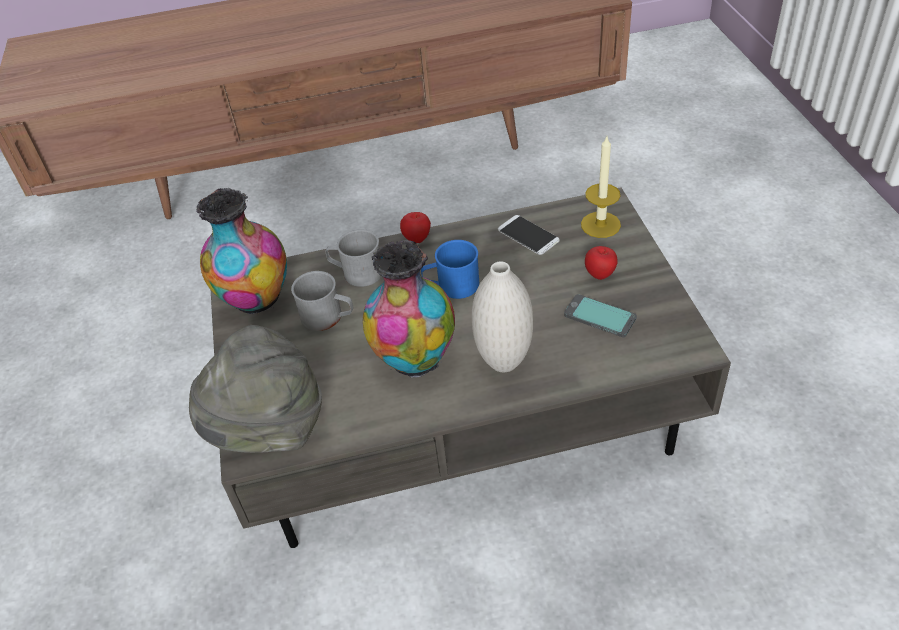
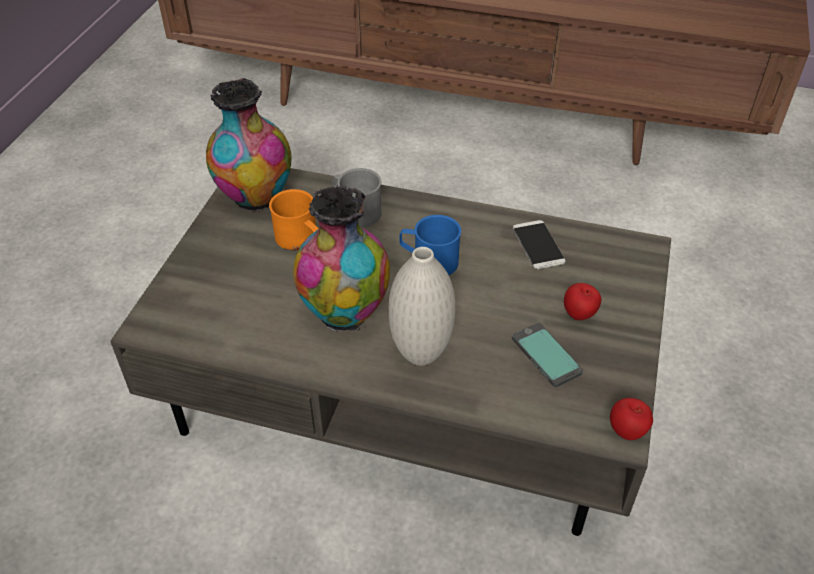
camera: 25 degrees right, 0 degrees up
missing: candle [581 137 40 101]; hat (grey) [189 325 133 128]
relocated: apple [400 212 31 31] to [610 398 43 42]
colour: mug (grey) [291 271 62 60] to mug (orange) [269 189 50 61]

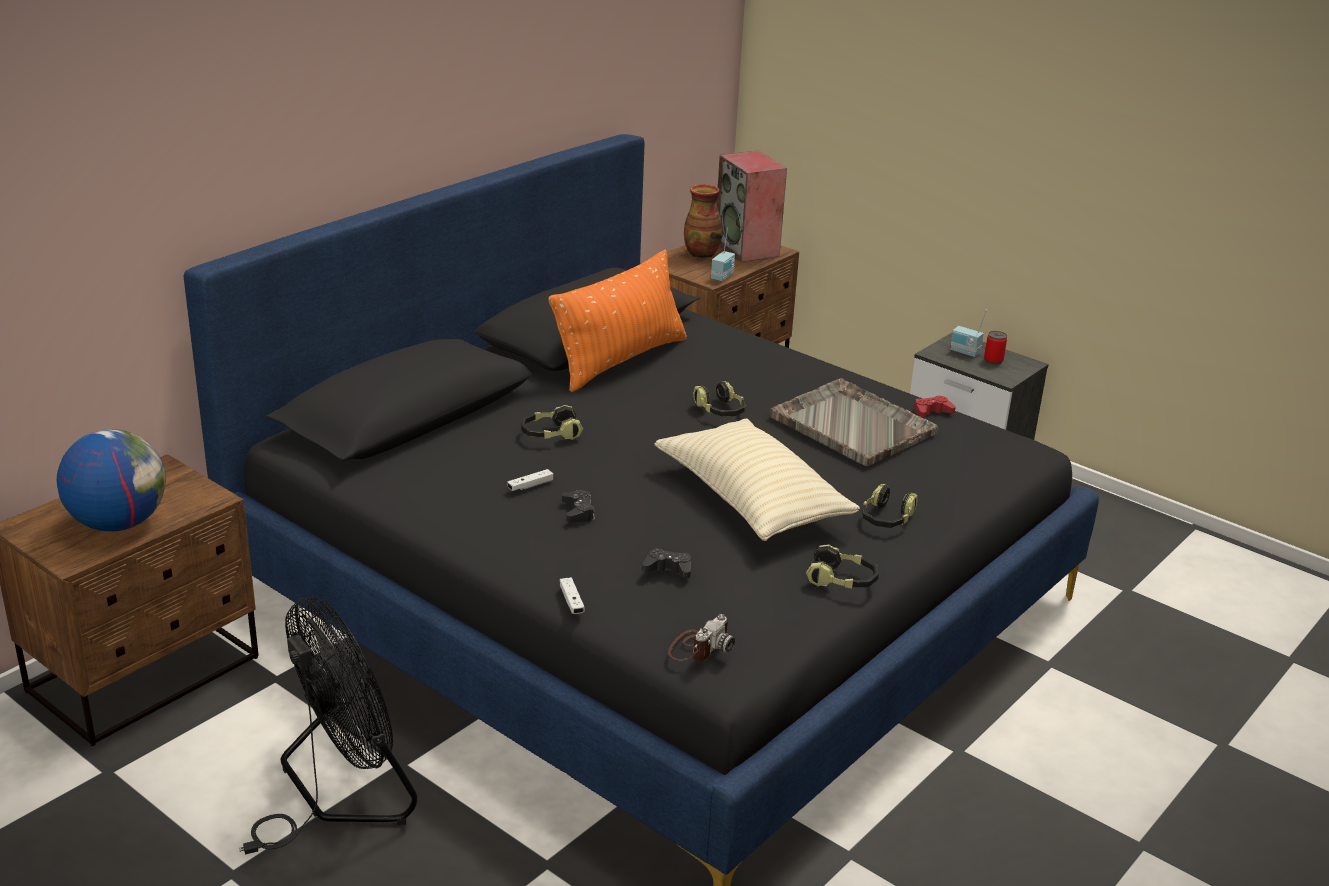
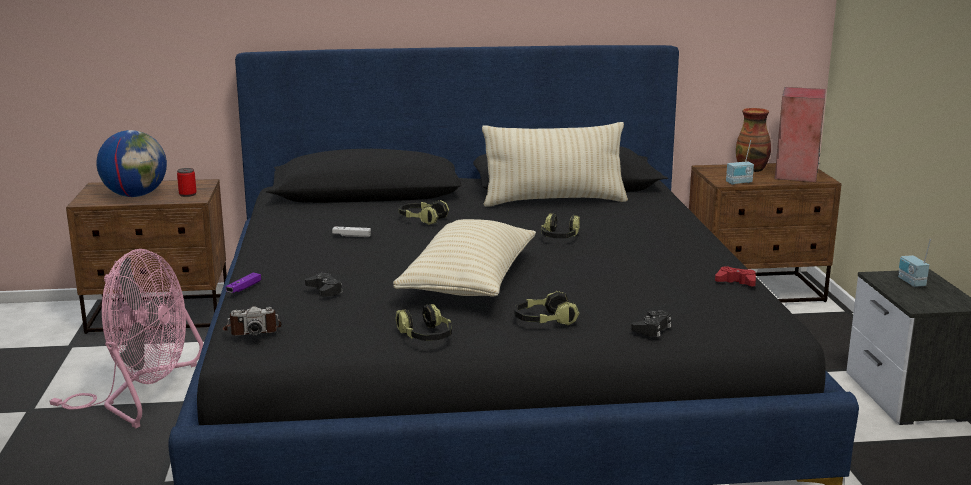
camera: 45 degrees right, 10 degrees down
missing: tray (grey) [770 378 168 88]
relocated: can [984 331 23 33] to [177 168 20 29]; game controller (black) [562 490 33 32] to [631 310 40 27]
colour: pillow (orange) [549 249 138 143] to pillow (beige) [482 122 146 85]; game controller (white) [560 577 25 37] to game controller (purple) [226 273 35 20]; fan (black) [239 598 178 256] to fan (pink) [49 249 154 179]

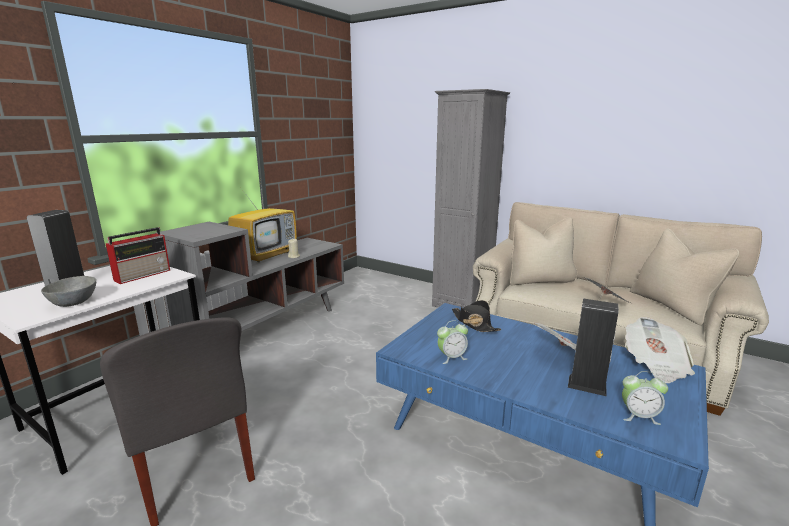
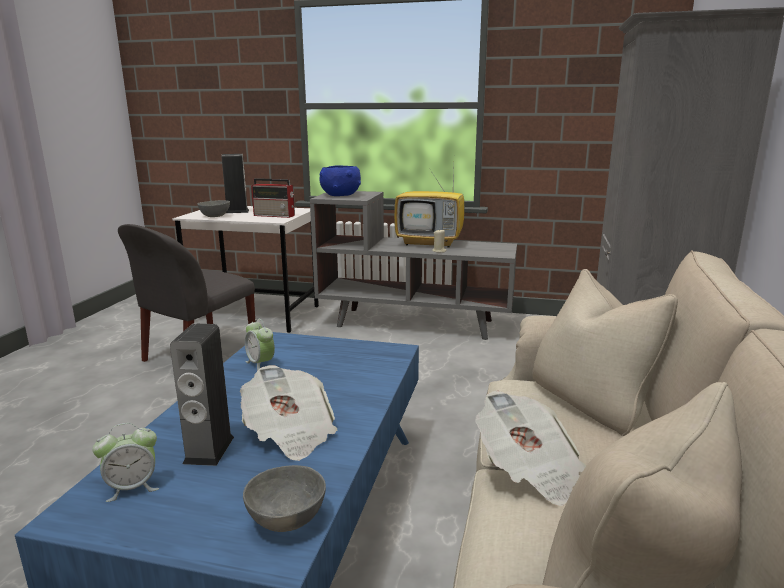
camera: 70 degrees right, 0 degrees up
missing: hat (black) [452 300 49 32]
appeared: bowl (blue) [319 165 42 31]
exchanged: newspaper [625 317 70 66] to bowl (grey) [243 465 83 67]
spun: alarm clock [622 371 46 54] = [92 423 67 79] 105 degrees counterclockwise

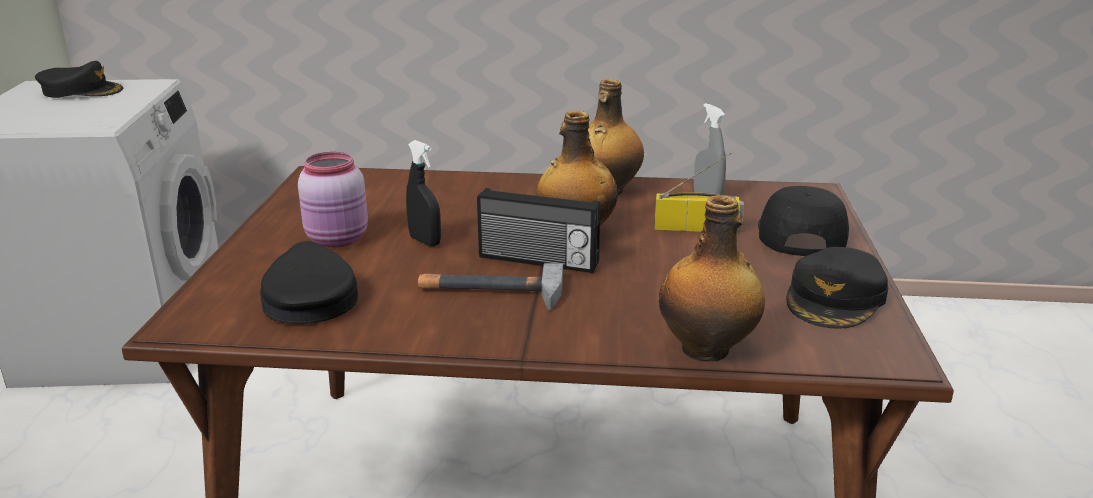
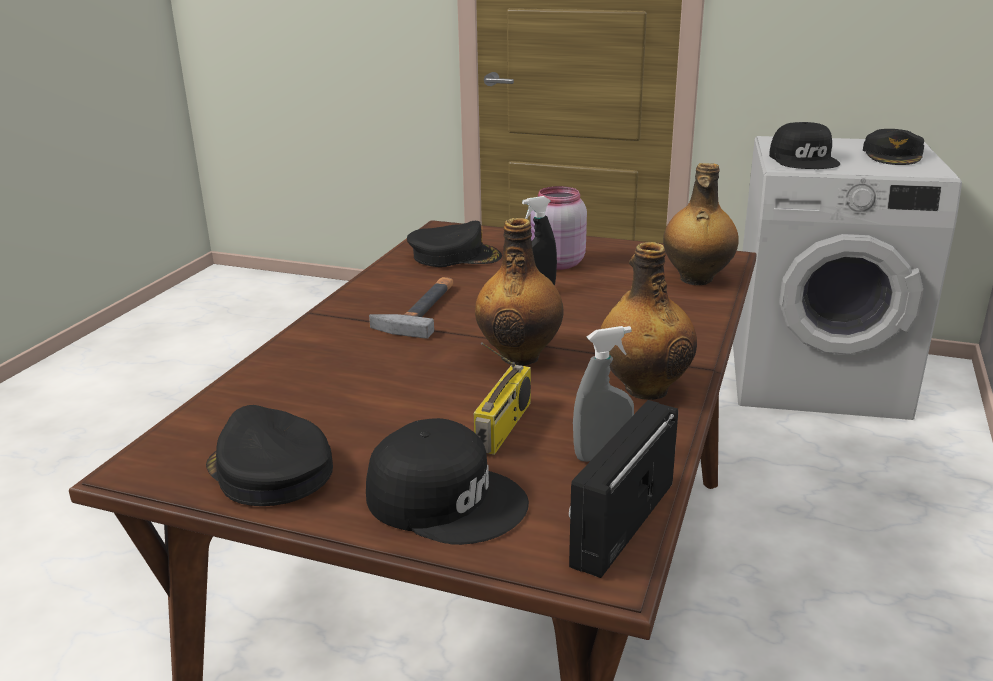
camera: 105 degrees right, 0 degrees up
appeared: cap (black) [769 122 71 47]
relocated: radio [477 188 124 85] to [569 400 109 178]; bottle [659 195 106 167] to [663 163 76 122]

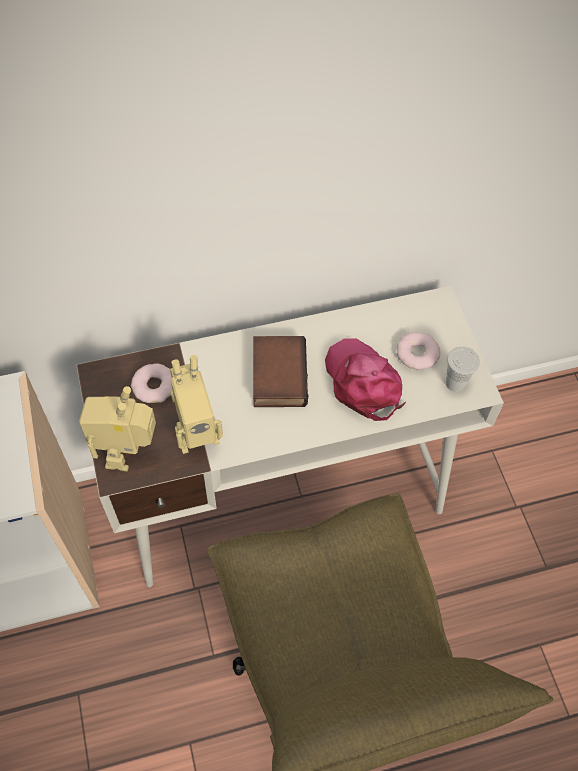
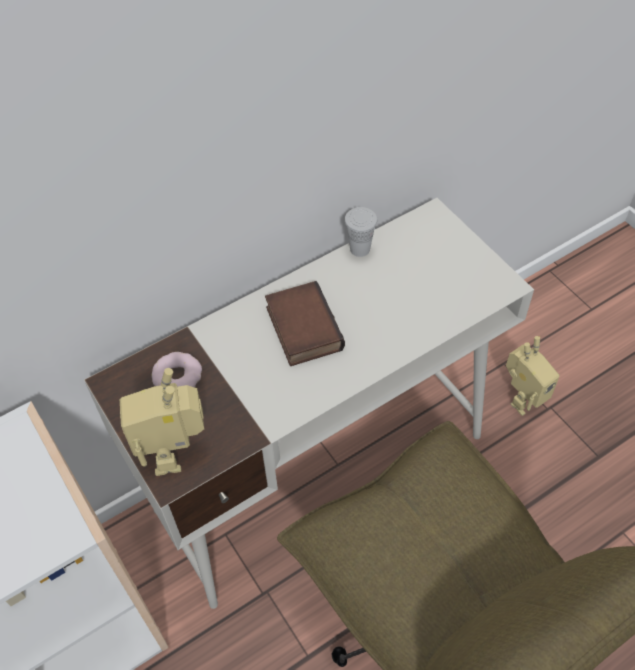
camera: 15 degrees left, 5 degrees down
missing: donut [397 332 43 38]; cap (pink) [325 338 82 83]
relocated: cup (white) [446 347 34 45] to [345 207 32 50]; toy robot [170 355 53 99] to [506 336 53 80]

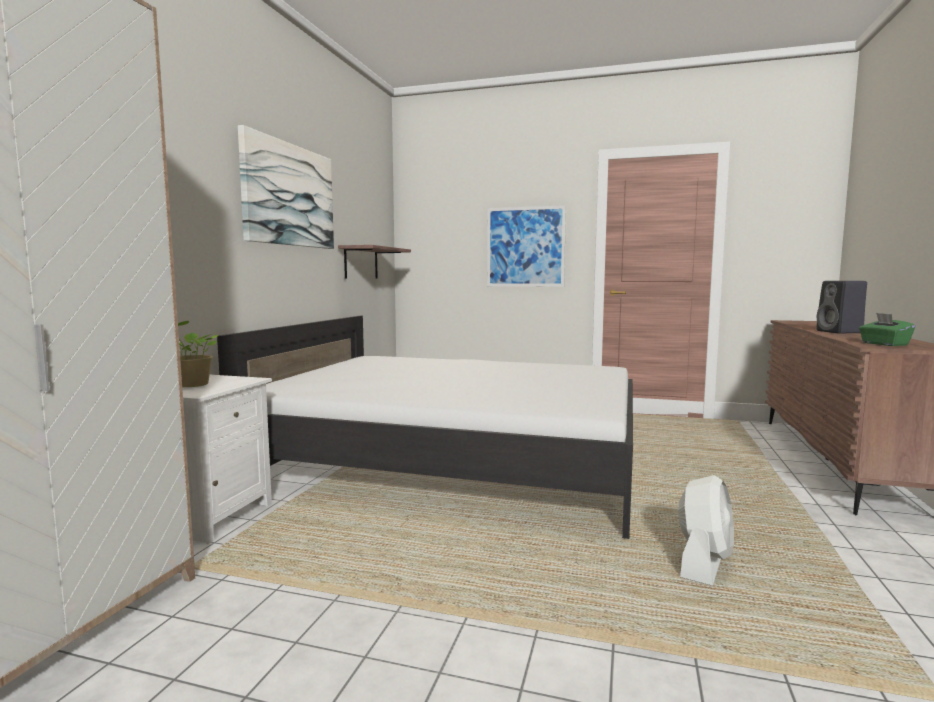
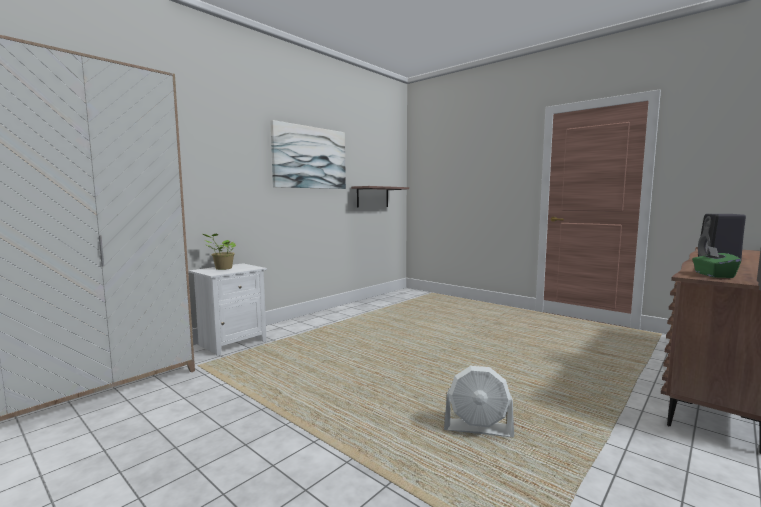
camera: 25 degrees right, 0 degrees up
missing: picture [487 205 79 82]; bed (white) [217 316 416 223]
spun: fan (white) [678 475 56 111] = [444 366 70 72] 45 degrees clockwise

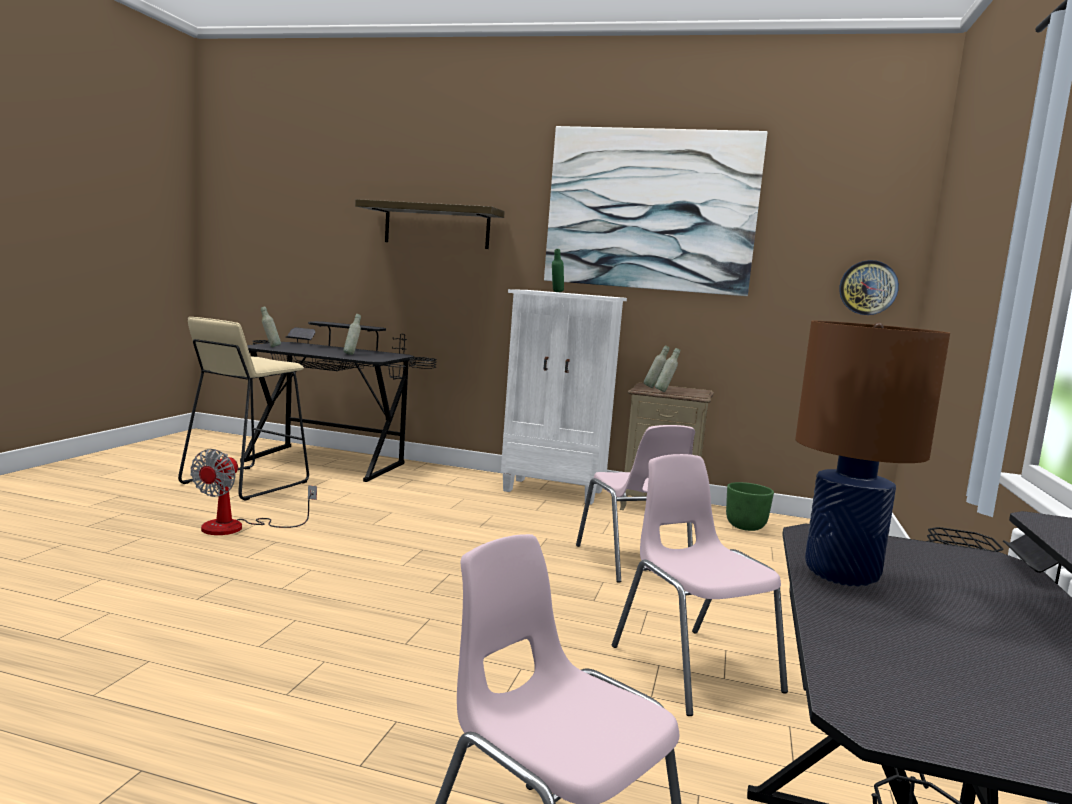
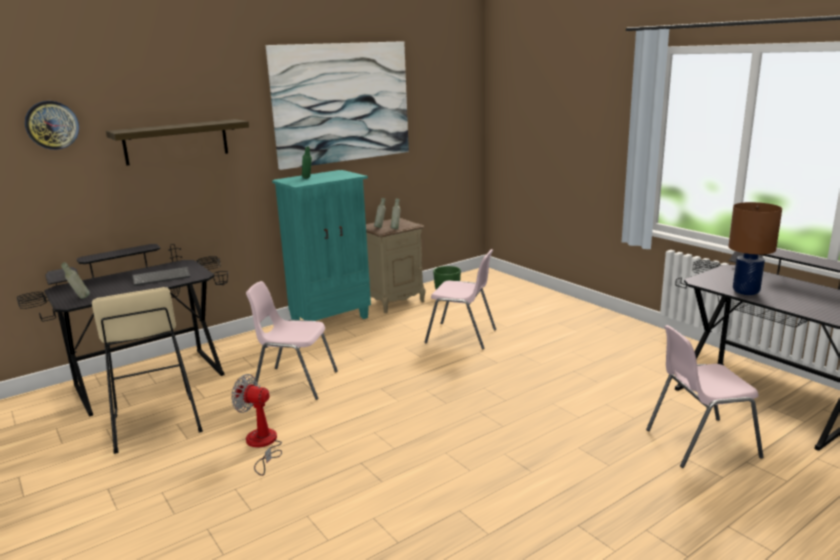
camera: 50 degrees left, 10 degrees up
relocated: wall clock [839 260 60 55] to [25 101 54 49]; chair (pink) [612 454 176 262] to [246 281 92 119]
exchanged: bottle (grey) [343 314 18 41] to keyboard [133 267 57 19]
colour: cabinet (white) [501 289 126 216] to cabinet (turquoise) [272 170 99 151]
spun: fan [190 449 127 86] = [231 374 51 102] 150 degrees clockwise

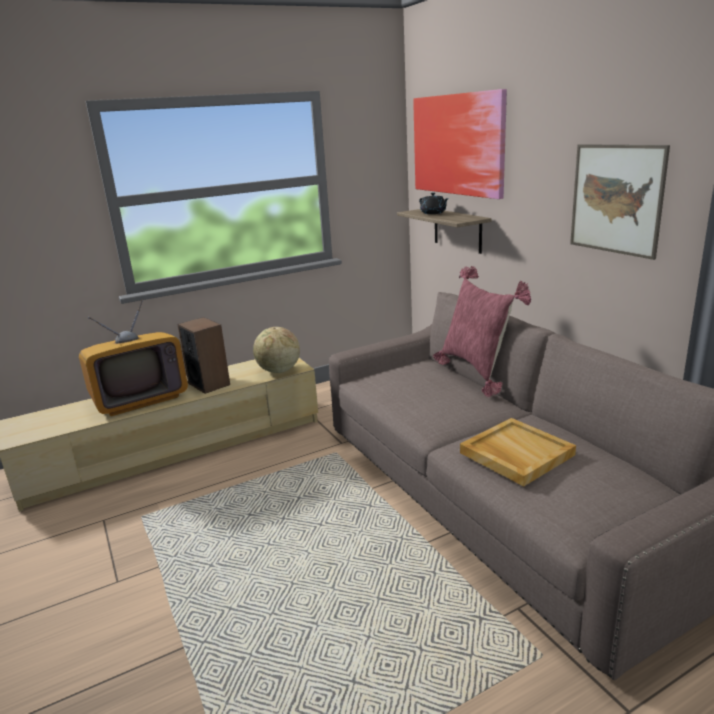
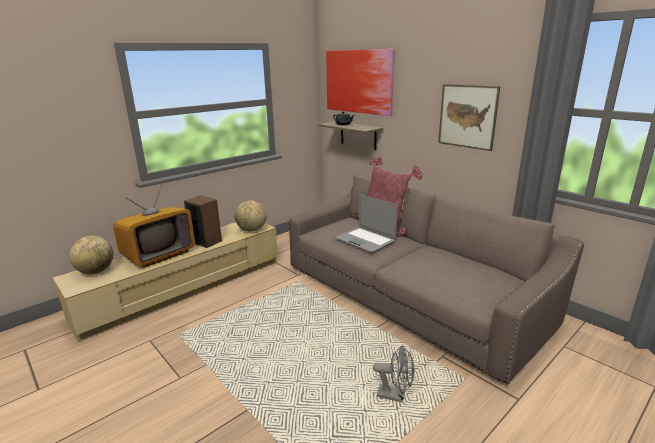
camera: 15 degrees left, 0 degrees up
missing: tray (beige) [460 418 116 68]
appeared: laptop [335 194 63 58]; globe [69 236 44 38]; fan (grey) [373 345 41 57]

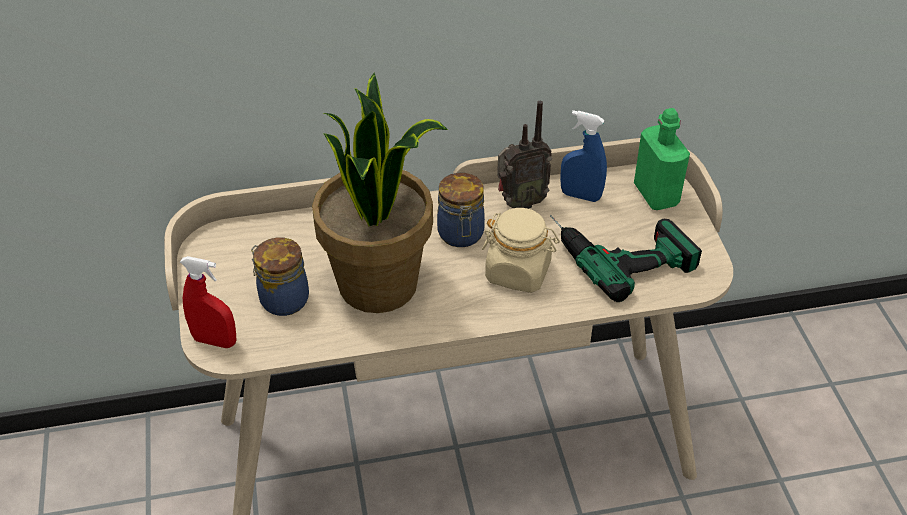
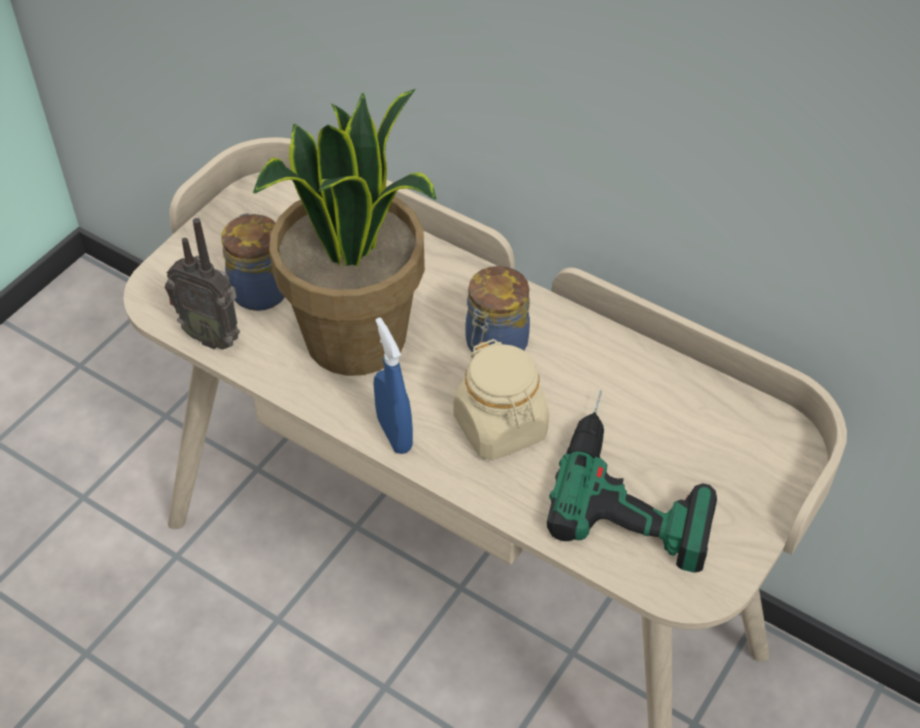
camera: 45 degrees right, 5 degrees up
missing: bottle (green) [634 108 56 102]; spray bottle (red) [180 256 56 92]
relocated: radio [497 101 55 108] to [165 218 75 132]; spray bottle (blue) [560 110 47 92] to [374 317 39 137]

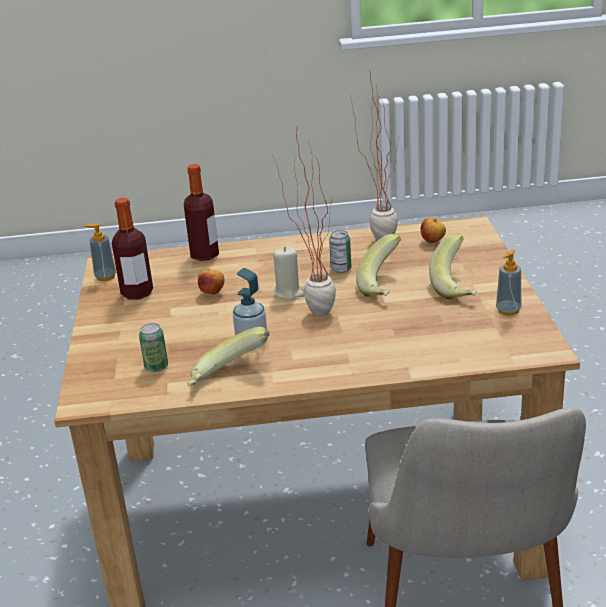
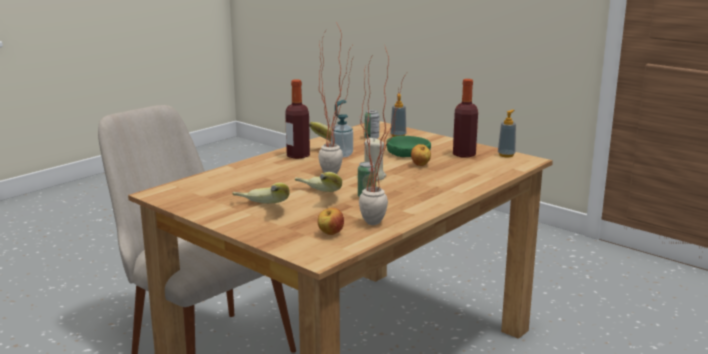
camera: 135 degrees right, 10 degrees down
appeared: bowl (green) [387 136 44 21]
relocated: bottle [184 164 35 97] to [285 79 25 80]; soap dispenser [496 249 25 66] to [390 93 16 44]

